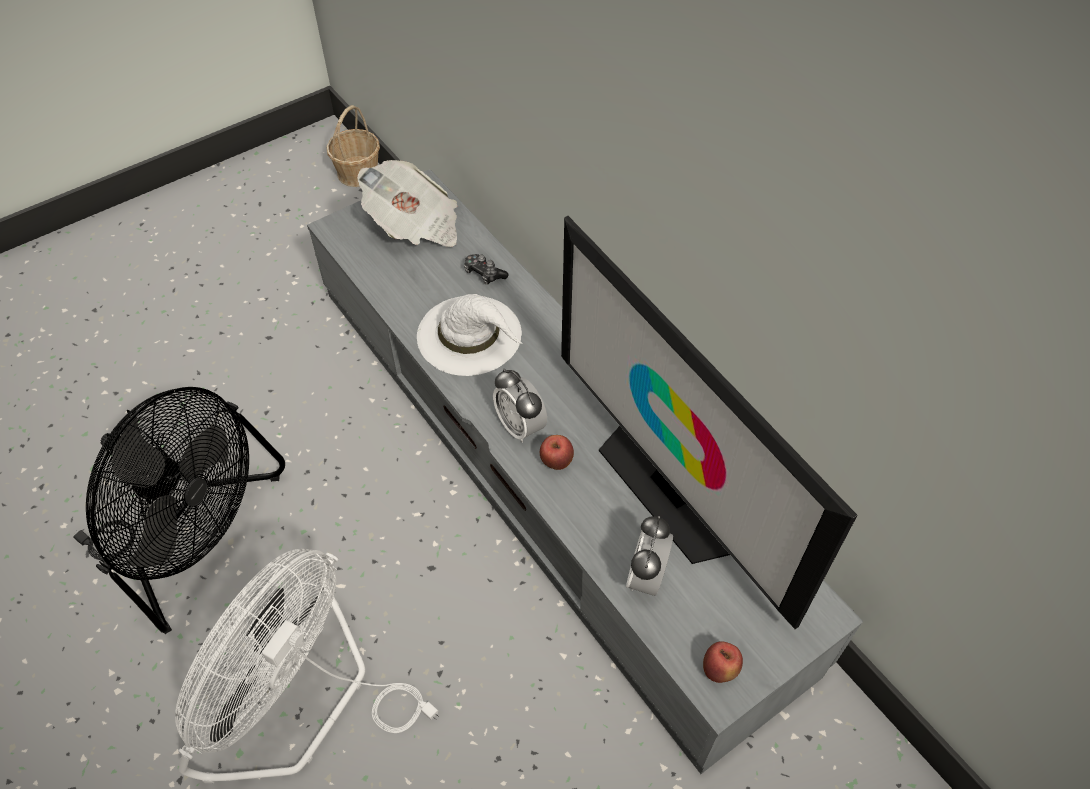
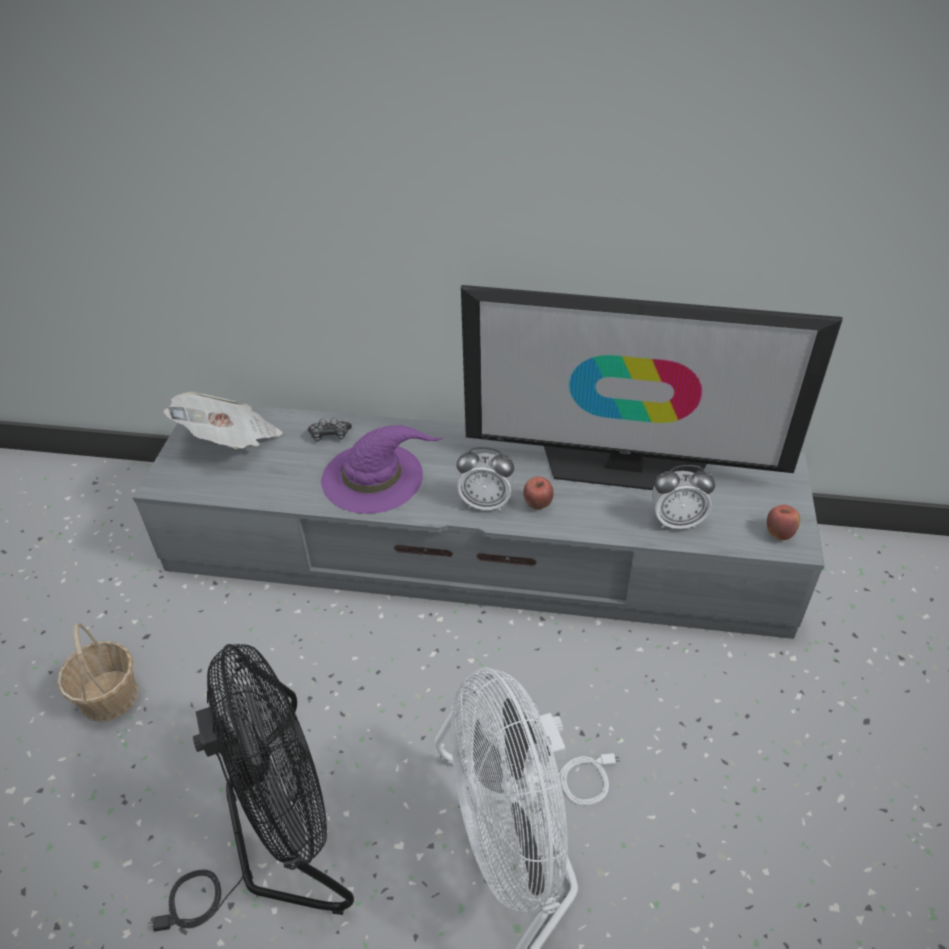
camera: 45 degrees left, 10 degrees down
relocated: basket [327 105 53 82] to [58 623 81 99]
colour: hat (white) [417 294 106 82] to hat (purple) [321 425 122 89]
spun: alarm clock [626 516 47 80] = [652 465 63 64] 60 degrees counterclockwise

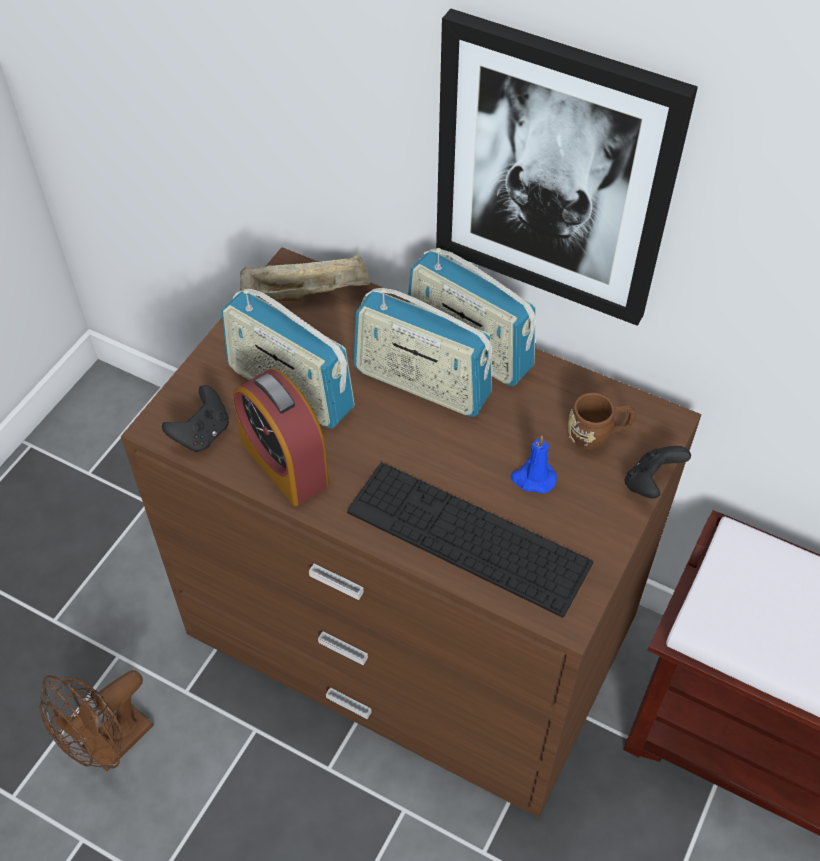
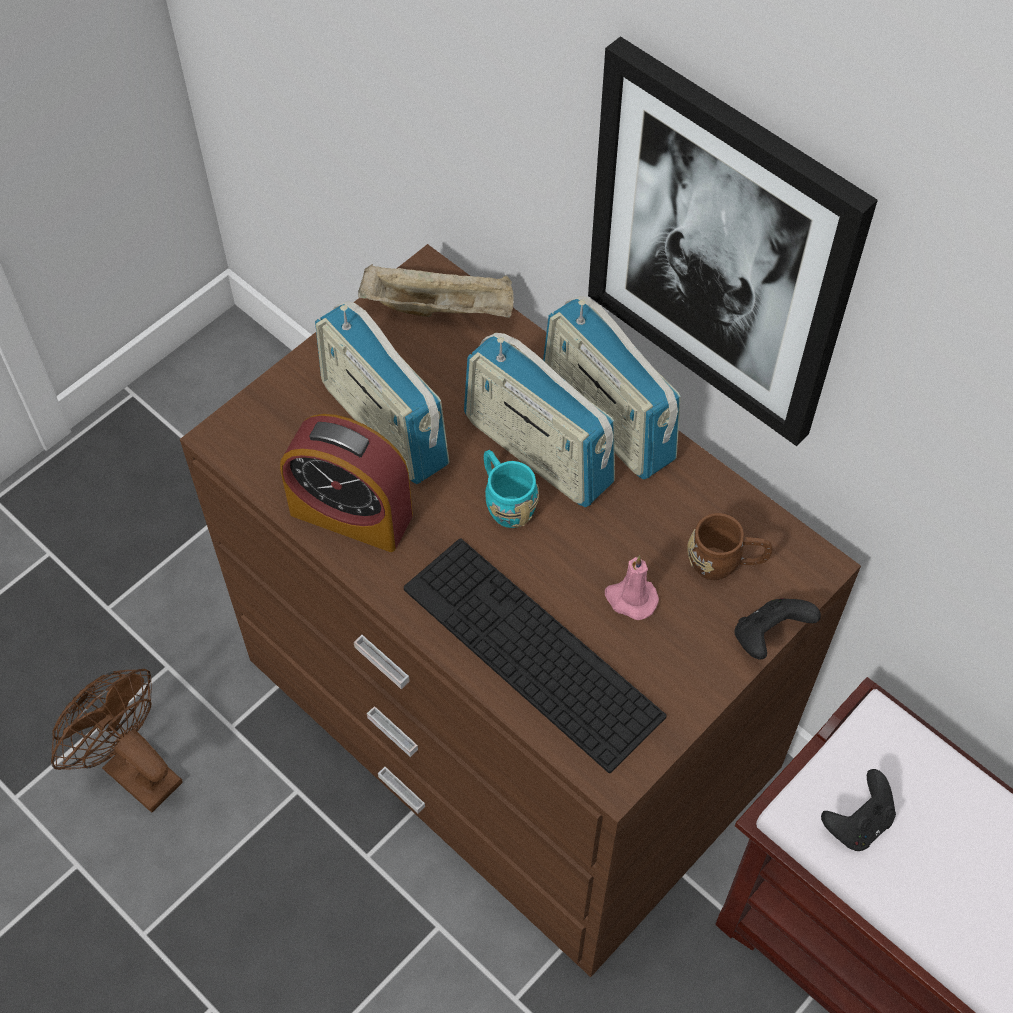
camera: 15 degrees right, 5 degrees up
appeared: mug (turquoise) [484 450 55 78]
relocated: game controller (black) [162 385 67 67] to [821 769 75 82]
colour: candle (blue) [511 435 46 58] to candle (pink) [605 556 54 64]
spun: alarm clock [233 369 96 137] = [280 414 133 138] 45 degrees counterclockwise; fan (brown) [39 670 114 101] = [51 669 131 143] 75 degrees clockwise

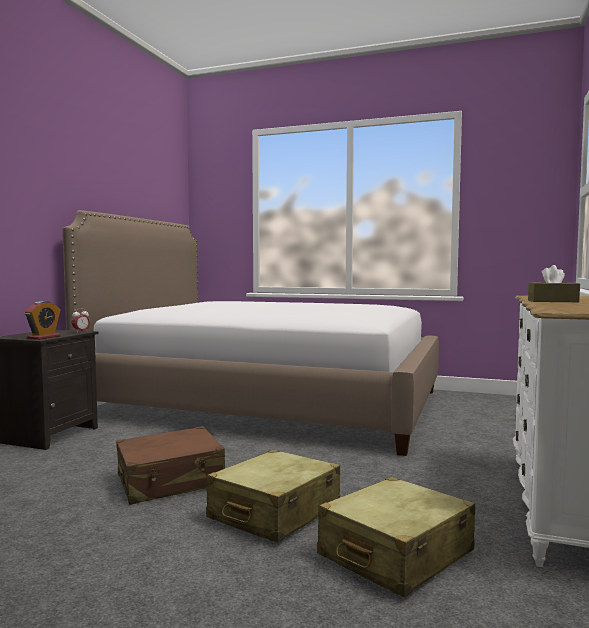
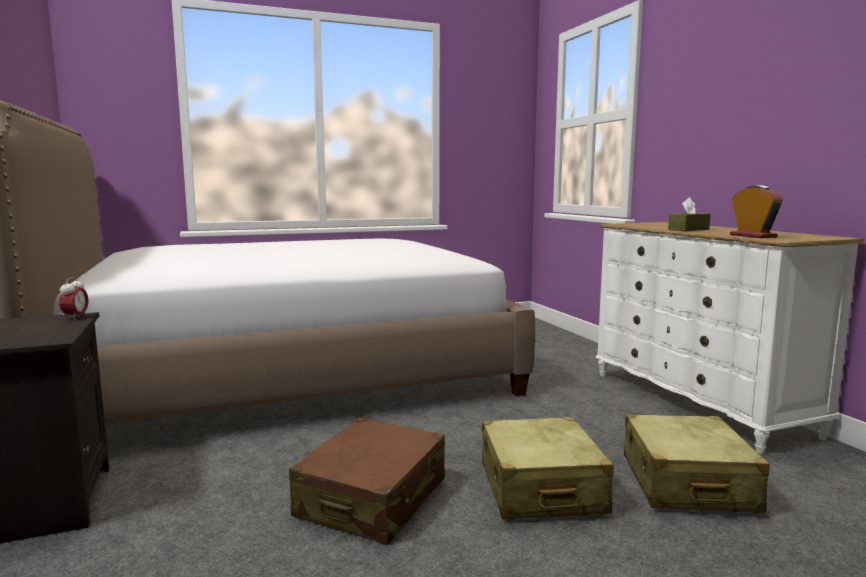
camera: 40 degrees left, 5 degrees up
relocated: alarm clock [25 301 36 39] to [730 185 53 53]

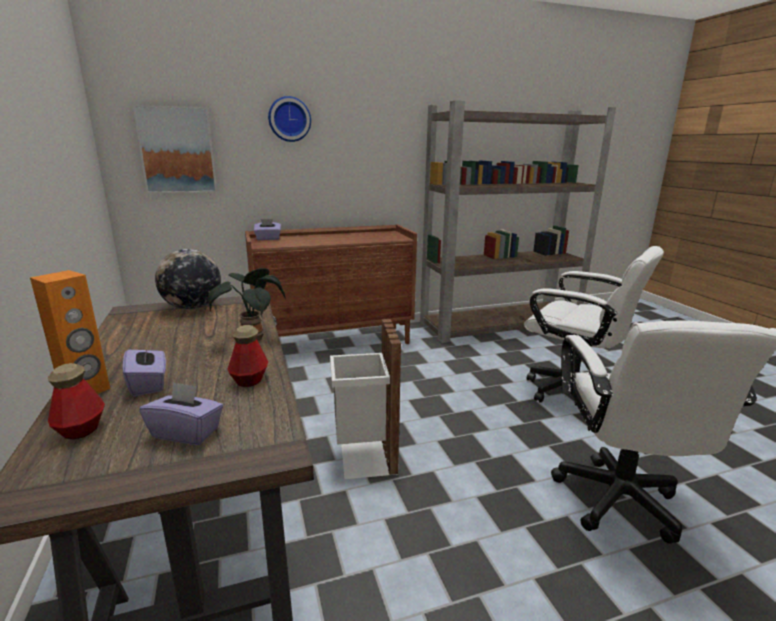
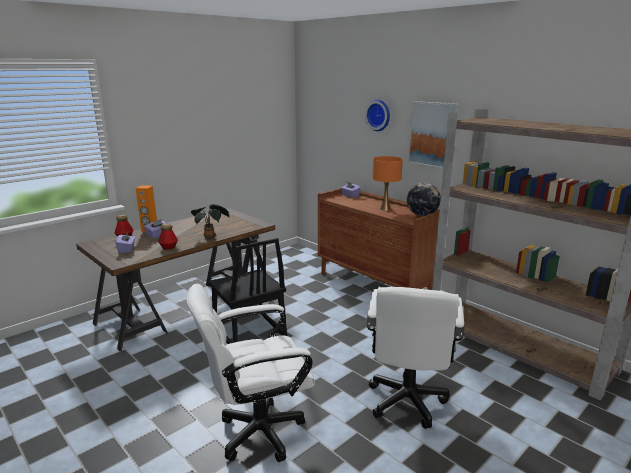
camera: 65 degrees right, 0 degrees up
appeared: table lamp (orange) [372 156 31 55]
relocated: picture [133 105 84 89] to [408 101 51 68]; globe [155 249 66 61] to [407 183 34 33]
exchanged: trash can (white) [330 319 71 160] to chair (black) [208 238 79 106]

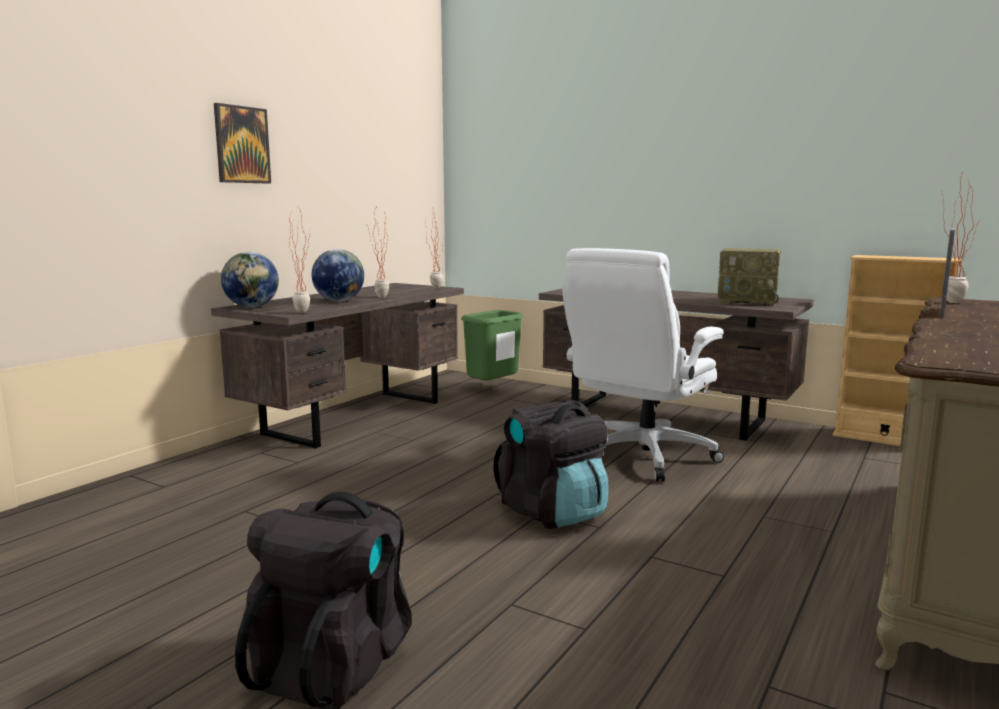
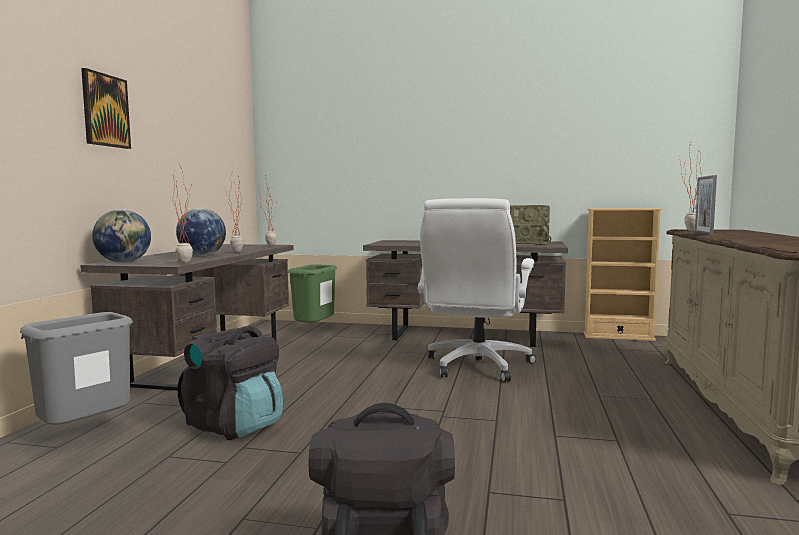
camera: 20 degrees left, 5 degrees down
appeared: trash can (grey) [20 312 113 113]
relocated: backpack (black) [493 400 116 129] to [178 326 105 114]

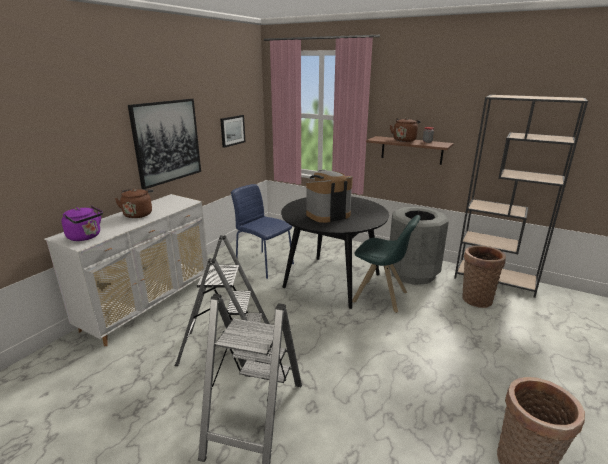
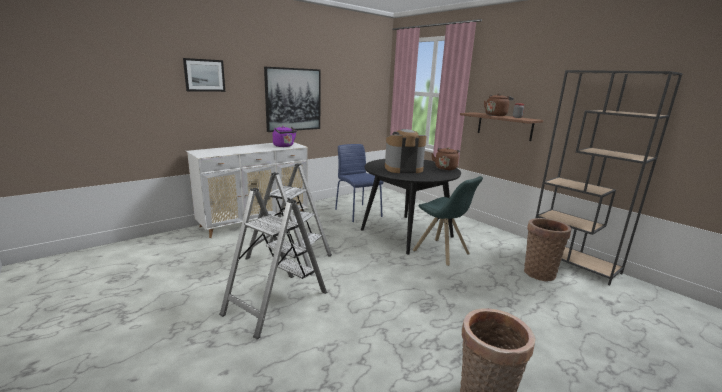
camera: 20 degrees right, 5 degrees down
missing: trash can (grey) [389 207 60 78]
relocated: picture [220 115 25 33] to [183 58 42 34]; kettle (brown) [115 189 38 29] to [431 147 29 23]; kettle (purple) [61 205 42 36] to [273 126 24 21]

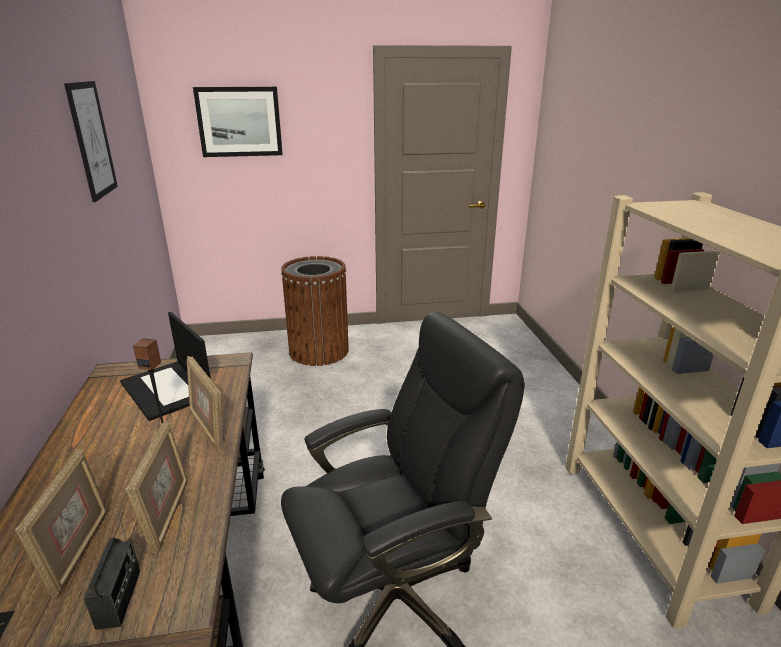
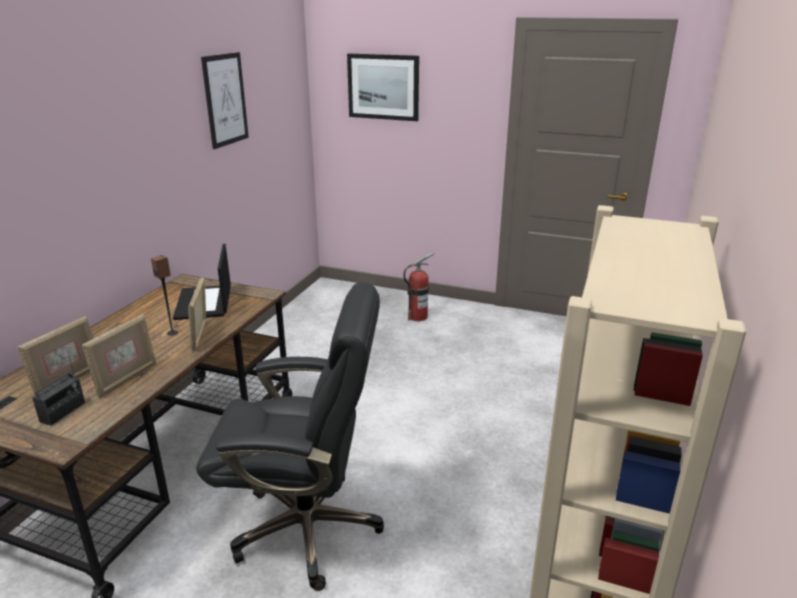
camera: 30 degrees right, 0 degrees up
exchanged: trash can (brown) [281 256 68 110] to fire extinguisher [403 253 31 68]

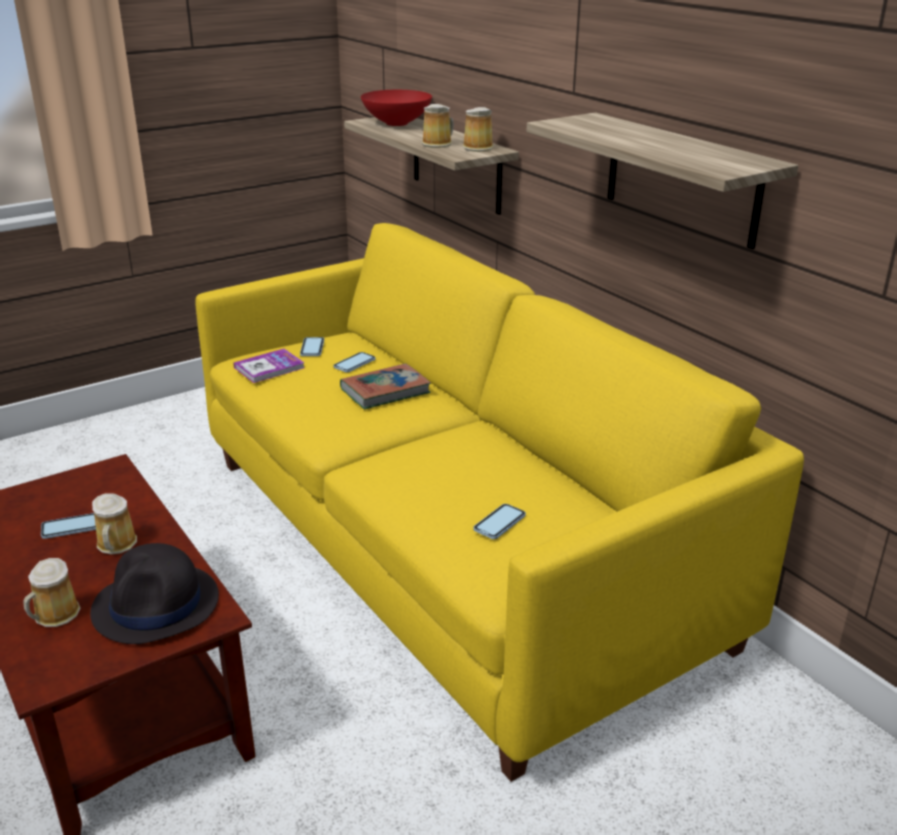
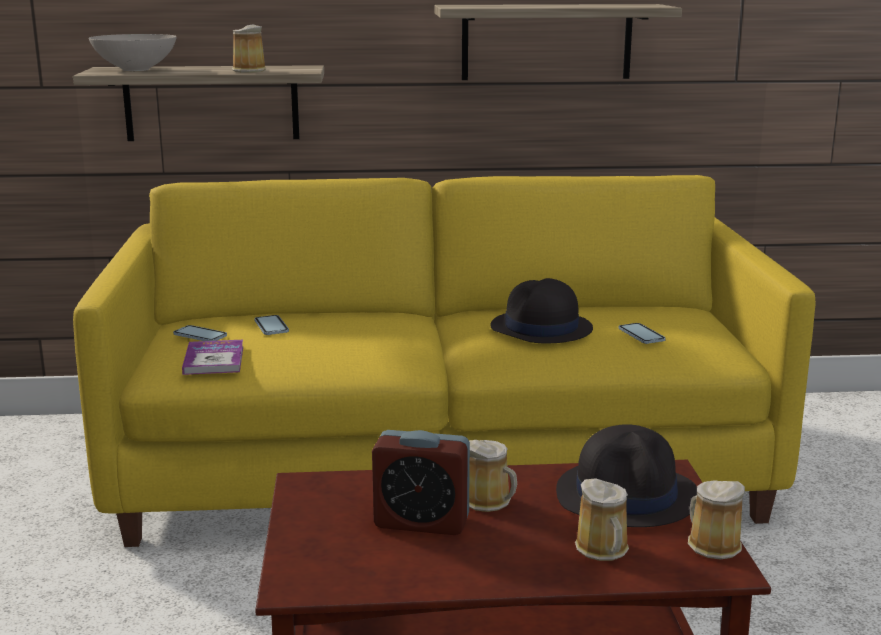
camera: 60 degrees left, 10 degrees down
missing: book [340 363 91 46]
appeared: hat (black) [490 278 103 65]
relocated: mug [463 107 31 45] to [688 480 57 80]
exchanged: phone [41 513 55 26] to alarm clock [372 430 98 105]
colour: bowl (red) [361 90 71 36] to bowl (white) [89 34 88 37]

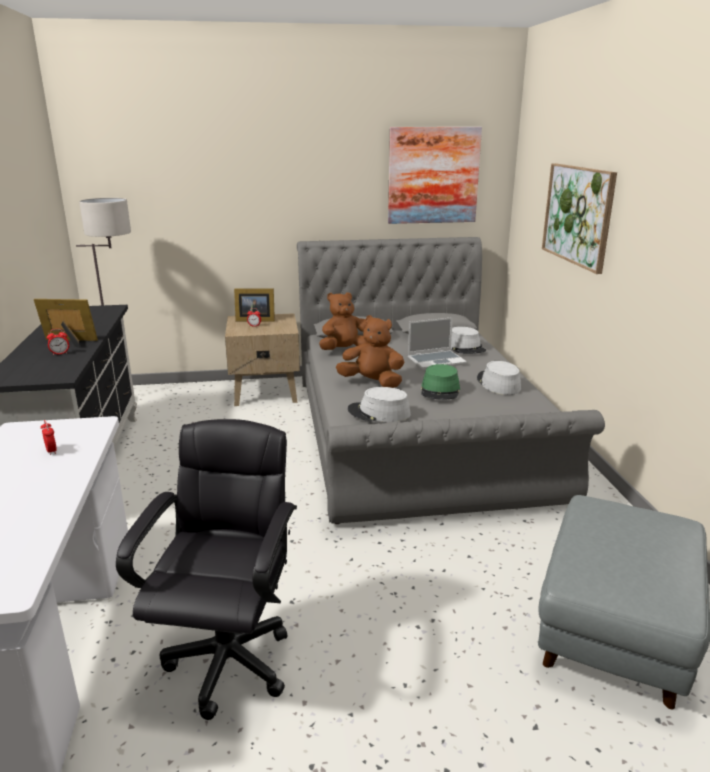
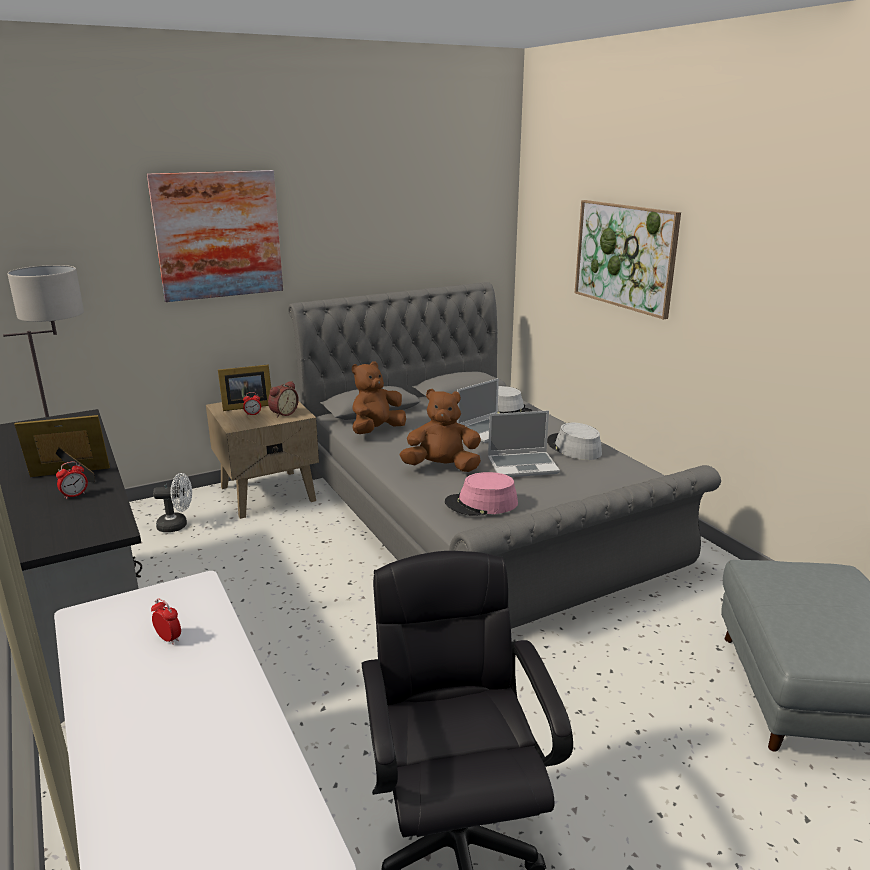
camera: 20 degrees left, 0 degrees up
appeared: alarm clock [268 381 31 37]; fan (white) [153 473 39 59]
relocated: picture [388 127 94 97] to [147 170 136 132]
exchanged: hat (green) [421 364 39 36] to laptop [488 410 72 67]
colour: hat (grey) [348 387 63 35] to hat (pink) [445 472 73 44]

